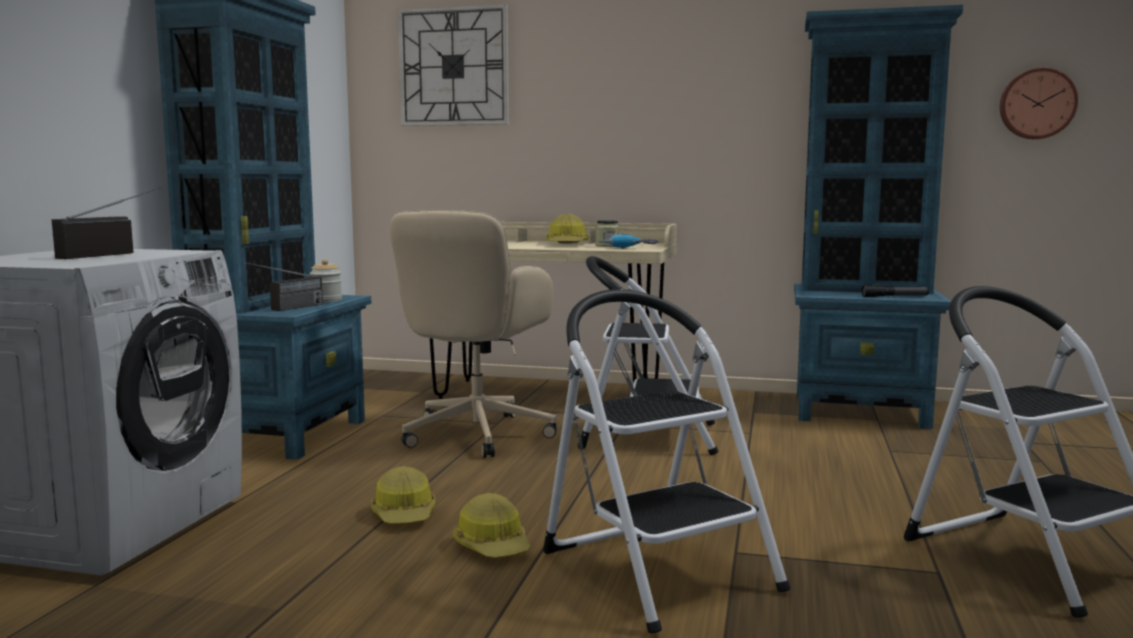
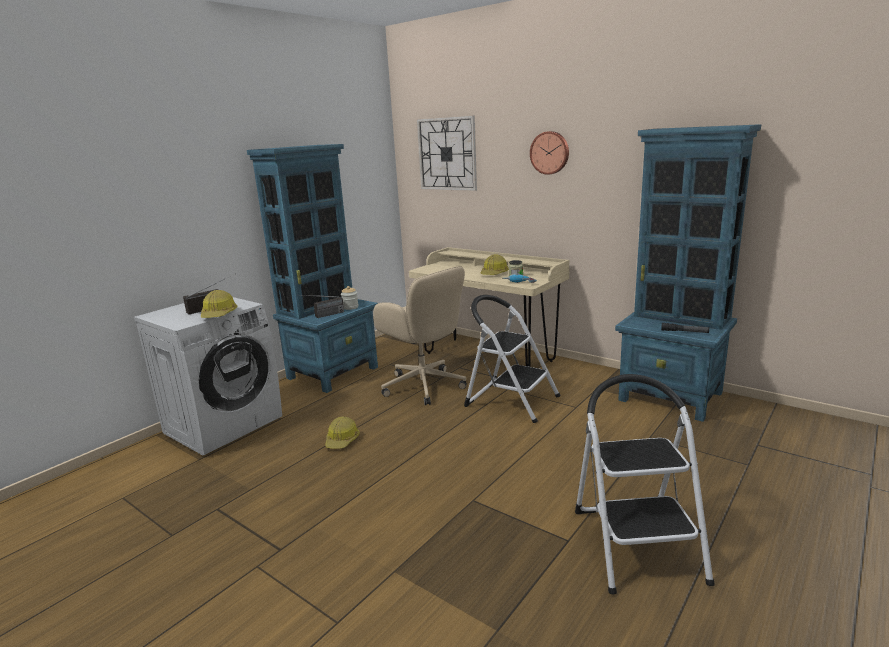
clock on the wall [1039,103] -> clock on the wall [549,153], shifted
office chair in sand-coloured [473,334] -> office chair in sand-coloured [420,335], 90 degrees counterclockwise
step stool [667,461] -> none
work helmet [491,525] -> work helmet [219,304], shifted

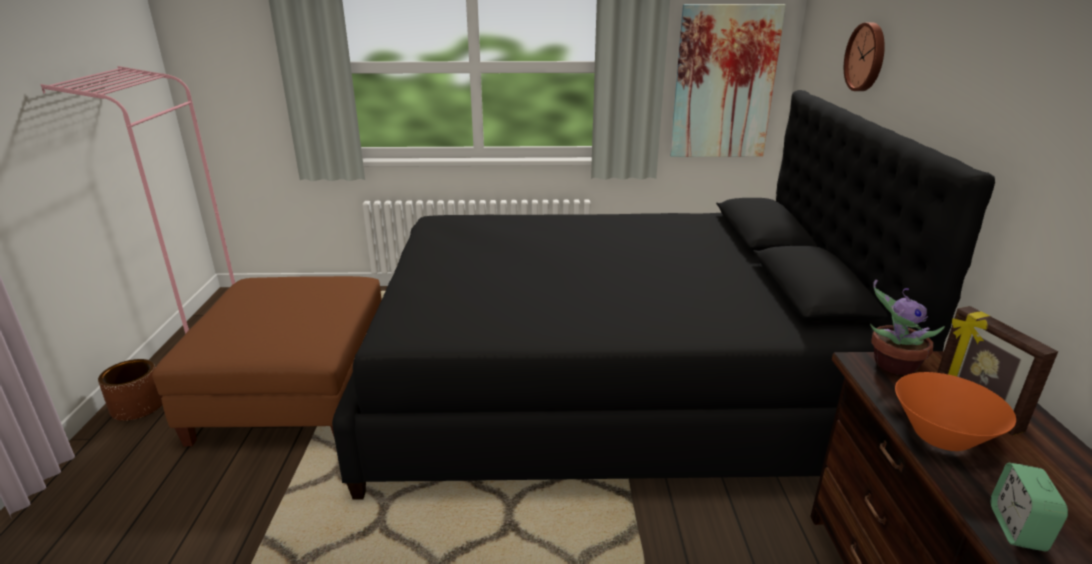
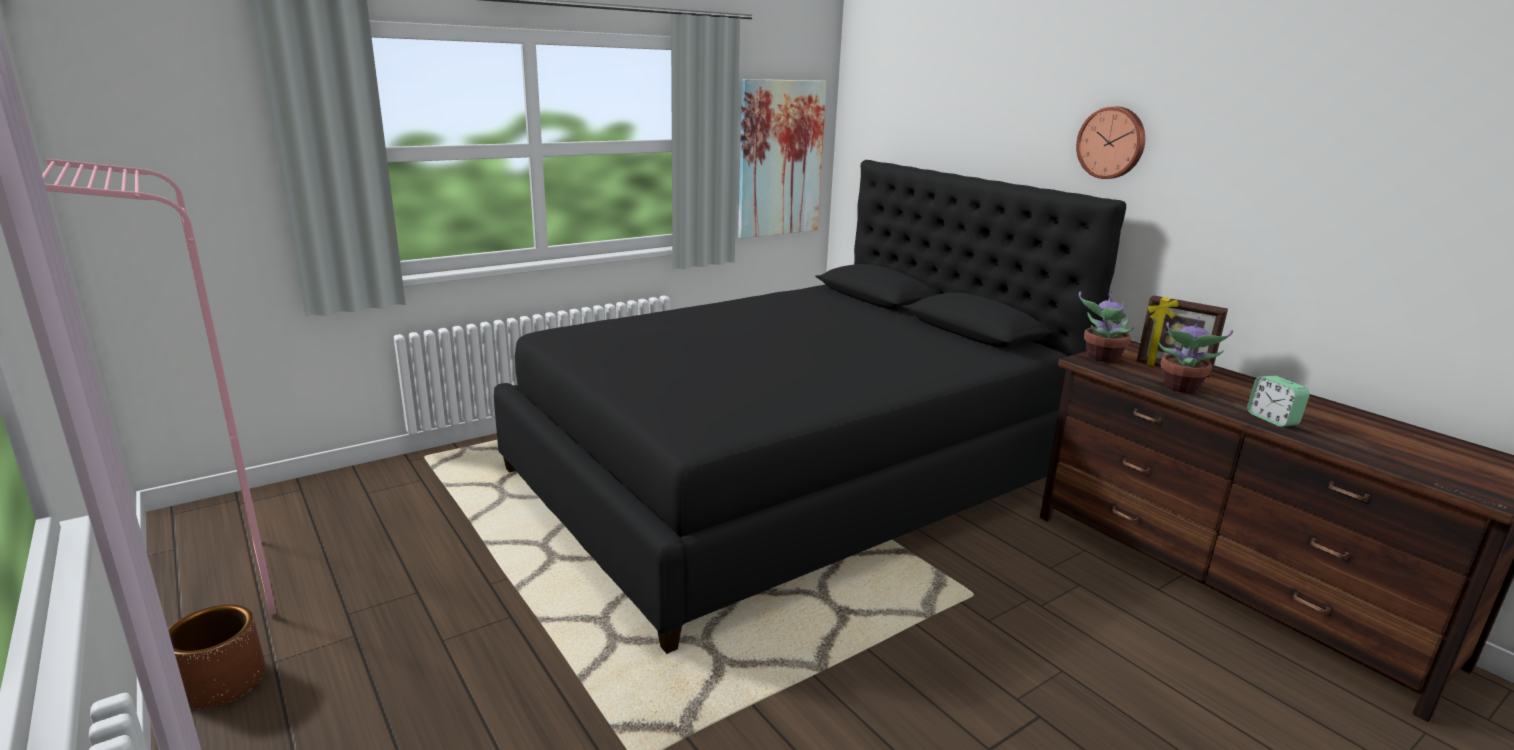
clock on the wall [864,57] -> clock on the wall [1110,142], shifted
pouffe in brown-coloured [266,361] -> none
serving bowl in orangey [955,411] -> plant in a pot [1195,354]

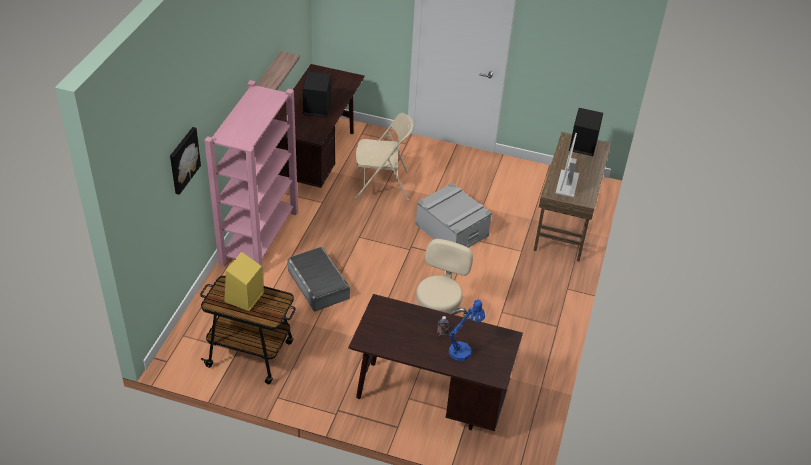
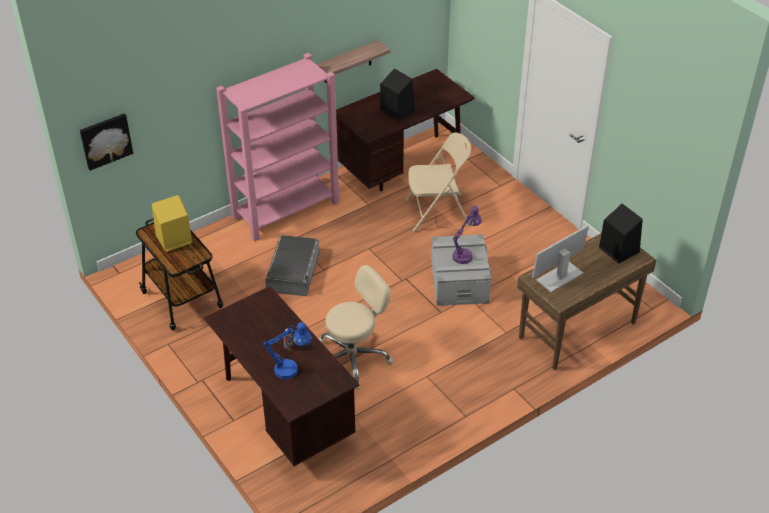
plain chair in sand-coloured [384,157] -> plain chair in sand-coloured [438,182], 45 degrees counterclockwise
picture [185,161] -> picture [106,142], shifted
none -> lamp for a table in purple-coloured [467,235]

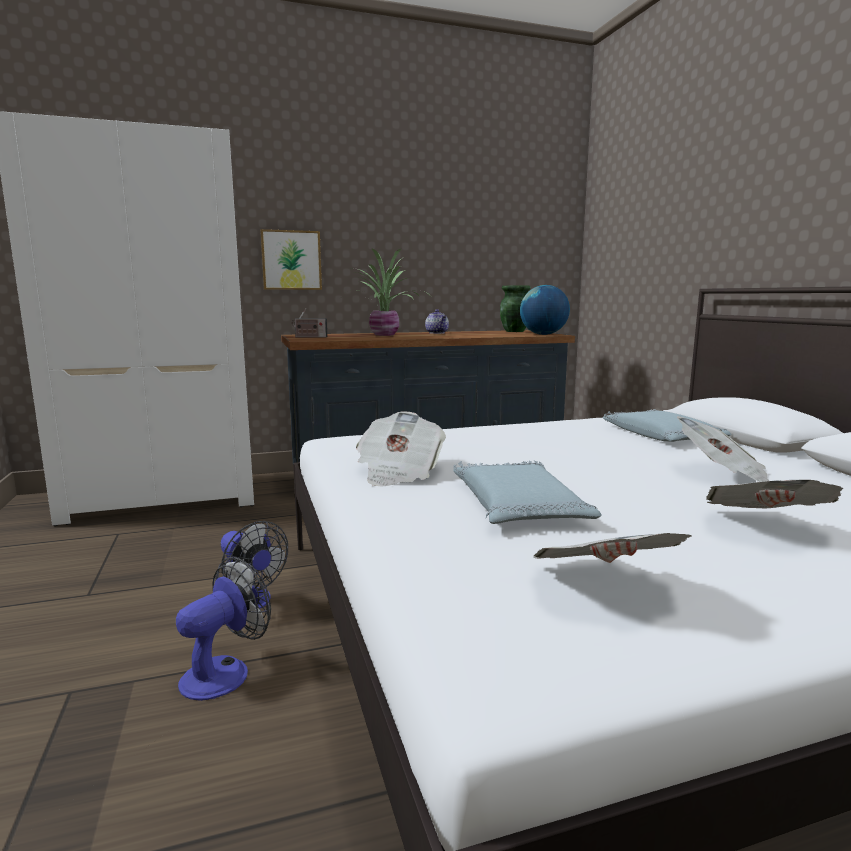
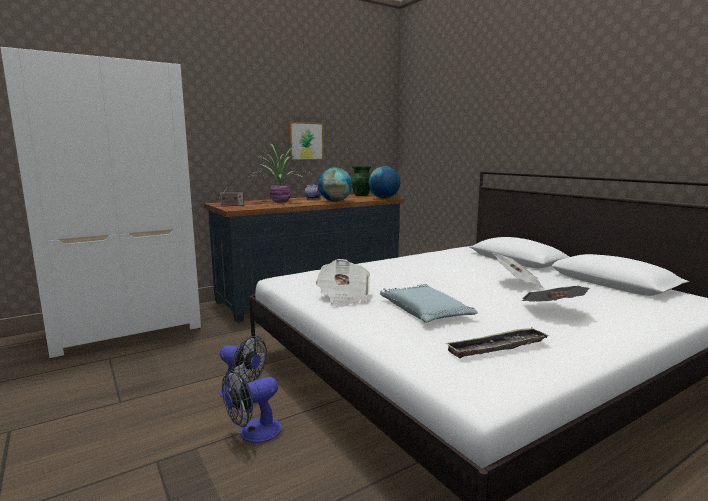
picture [291,259] -> picture [306,141], shifted
throw pillow in blue-coloured [667,425] -> none
printed paper [612,548] -> tray [498,342]
cooling fan [223,629] -> cooling fan [252,406], 150 degrees counterclockwise
none -> globe [335,184]

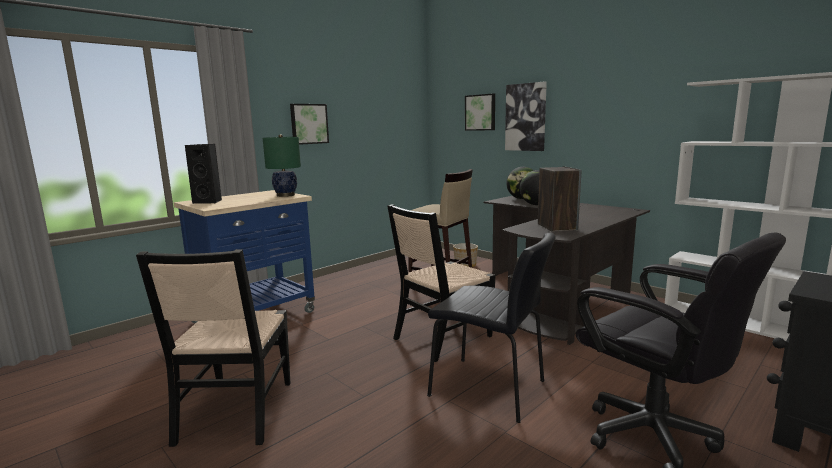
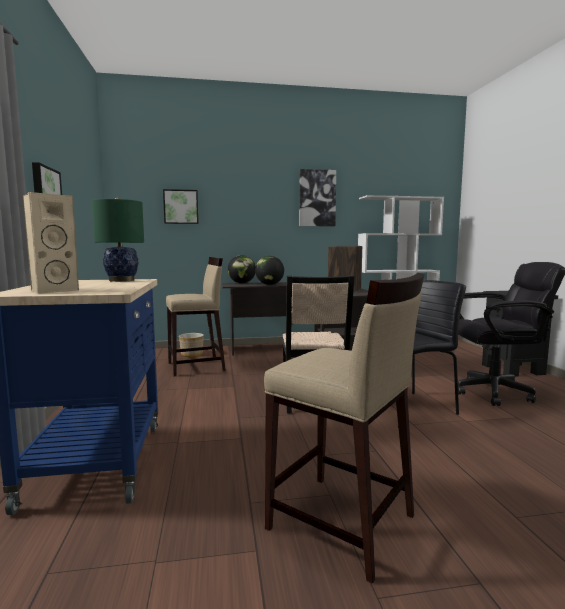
picture [526,116] -> picture [317,197], shifted
audio speaker in black-coloured [203,174] -> audio speaker in sand-coloured [51,243]
plain chair [213,348] -> sitting stool in sand-coloured [344,428]

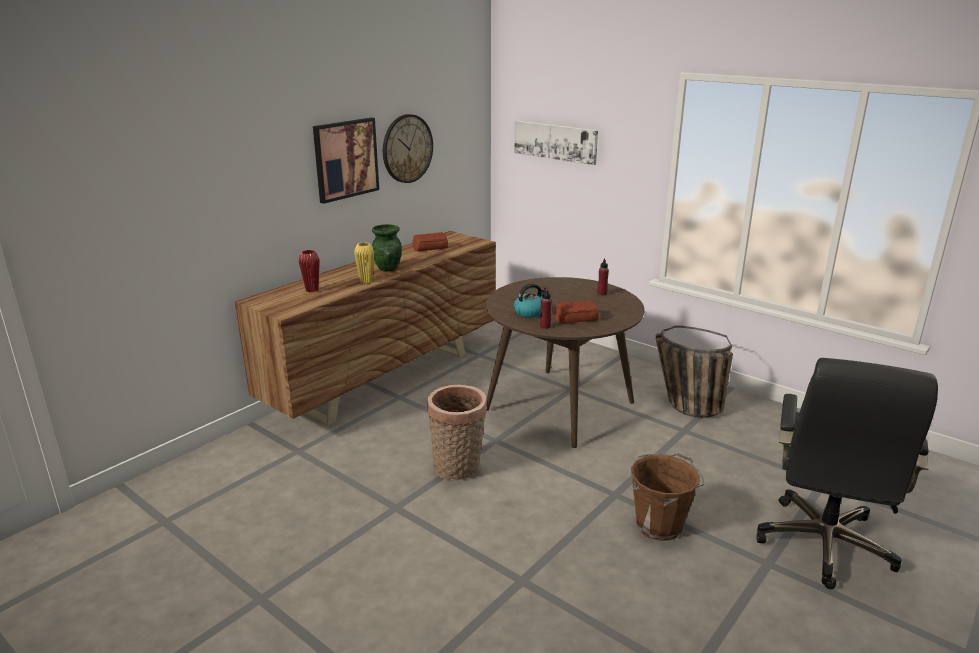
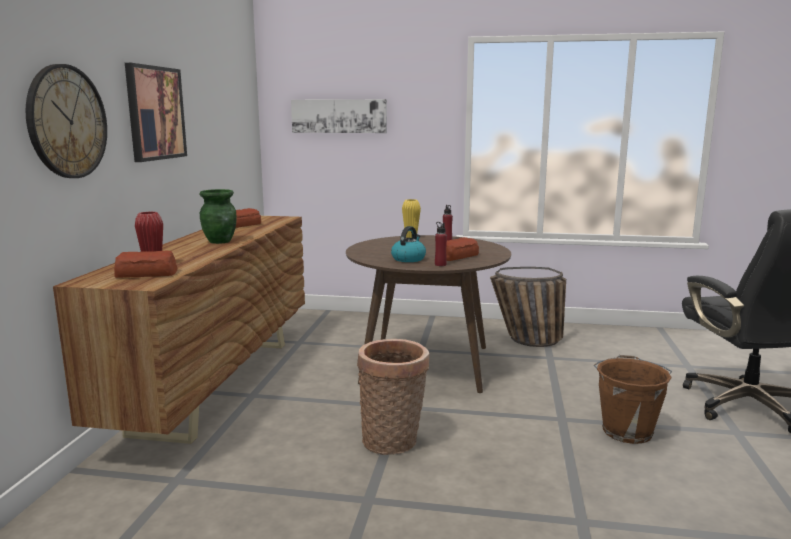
clock on the wall [408,148] -> clock on the wall [66,121], shifted
vase in yellowish [364,263] -> vase in yellowish [411,218], shifted
none -> bread [145,264]

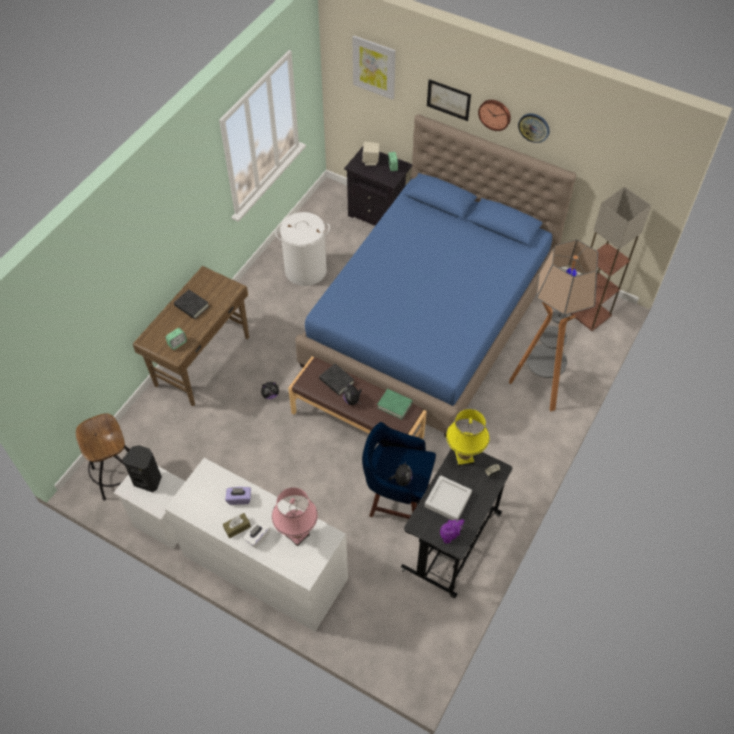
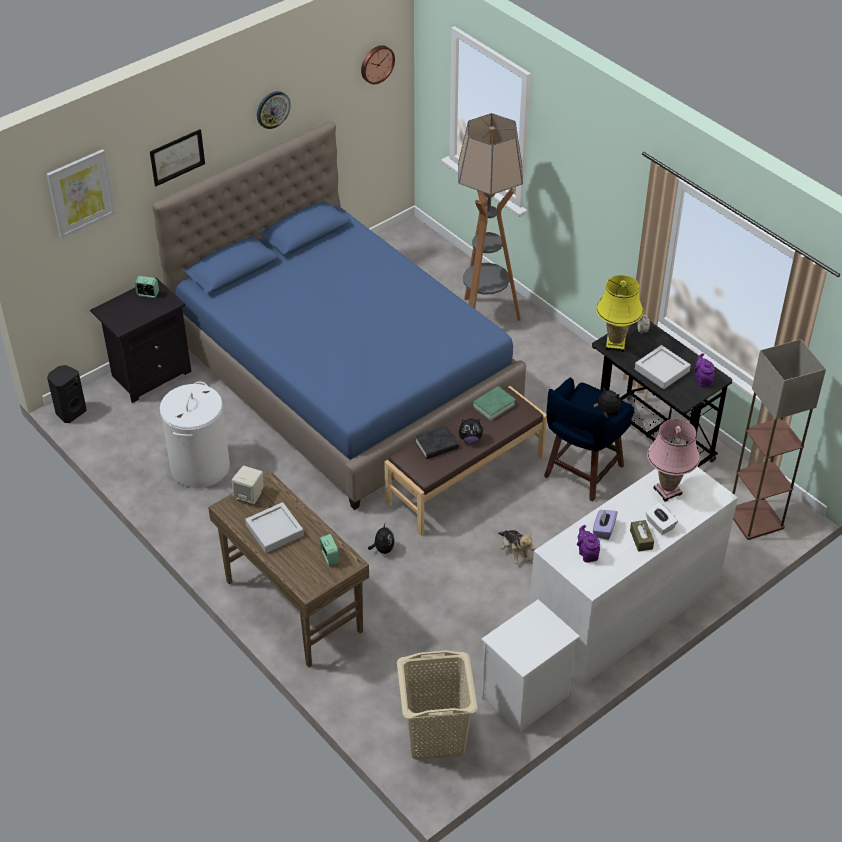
clock on the wall [494,115] -> clock on the wall [378,64], shifted
audio speaker in sand-coloured [371,153] -> audio speaker in sand-coloured [248,485], shifted
standard lamp [611,259] -> standard lamp [779,439], shifted
book in black-coloured [191,304] -> tray in gray [274,527]
sitting stool in brown-coloured [103,457] -> hamper in sand-coloured [437,705]
audio speaker in black-coloured [142,468] -> audio speaker in black-coloured [66,394], shifted
none -> pot for tea in purple-coloured [588,544]
none -> plush toy [516,547]

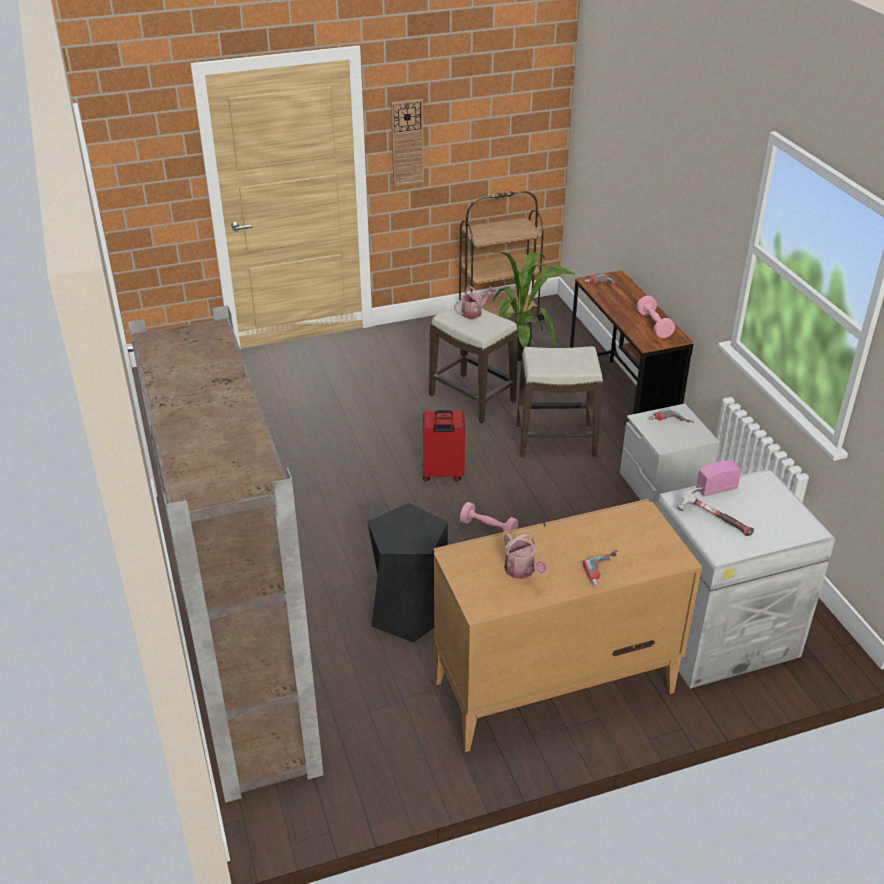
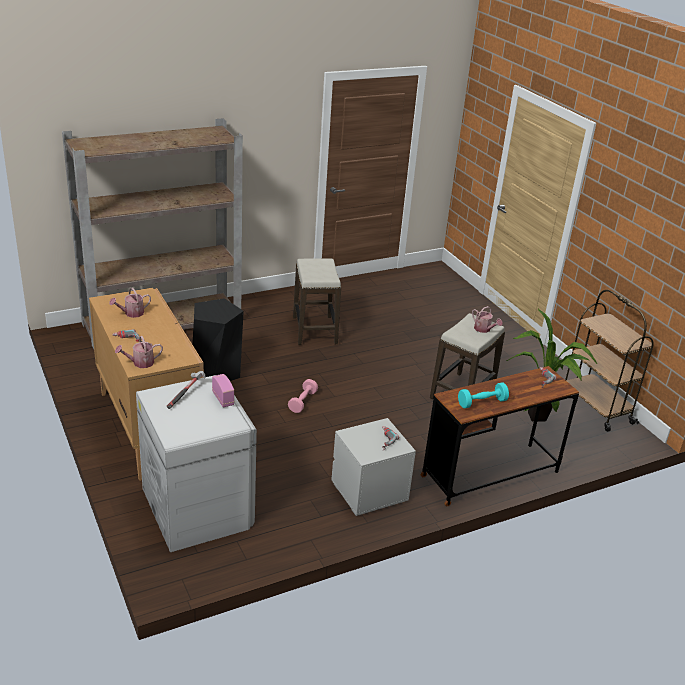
clock on the wall [407,142] -> none
hand weight in pink [656,317] -> hand weight in turquoise-coloured [483,395]
sitting stool [560,401] -> sitting stool [317,302], shifted
piece of luggage in red [444,446] -> none
none -> watering can [139,352]

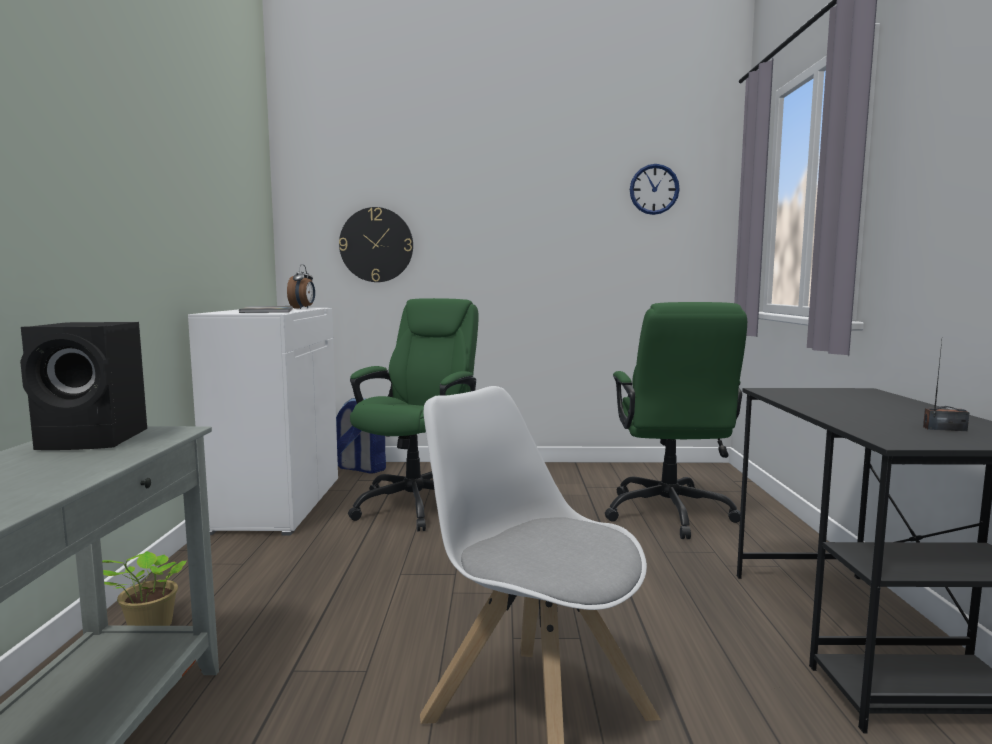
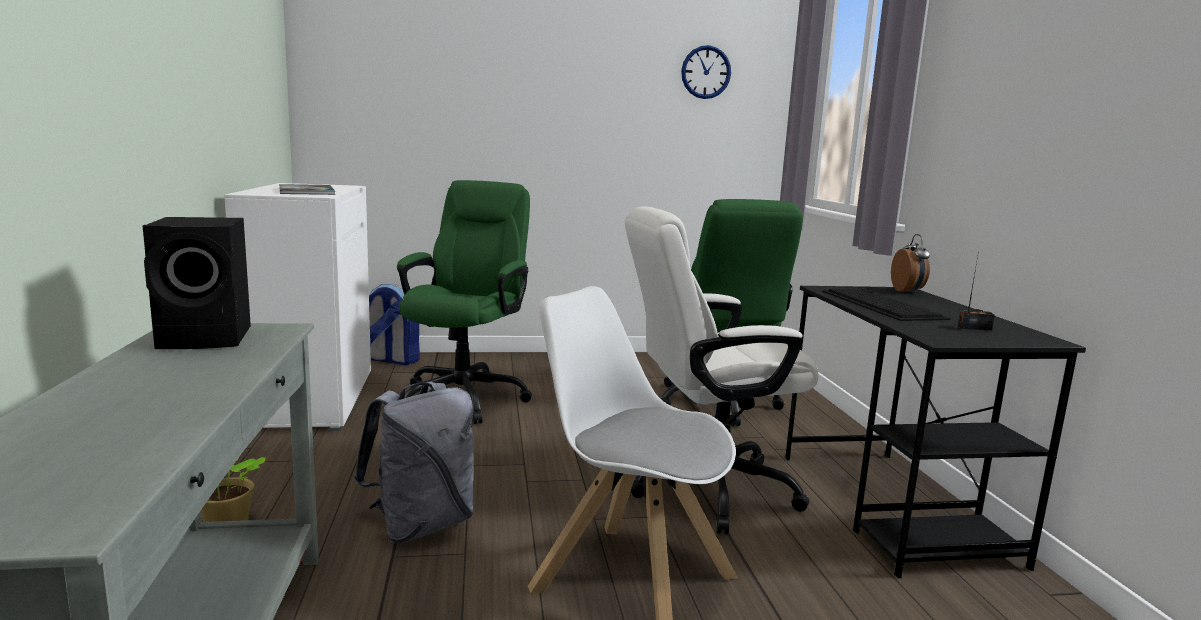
clock on the wall [376,244] -> none
table clock [301,286] -> table clock [910,264], shifted
none -> office chair in white [721,371]
none -> computer keyboard [886,305]
none -> rucksack in gray [414,462]

